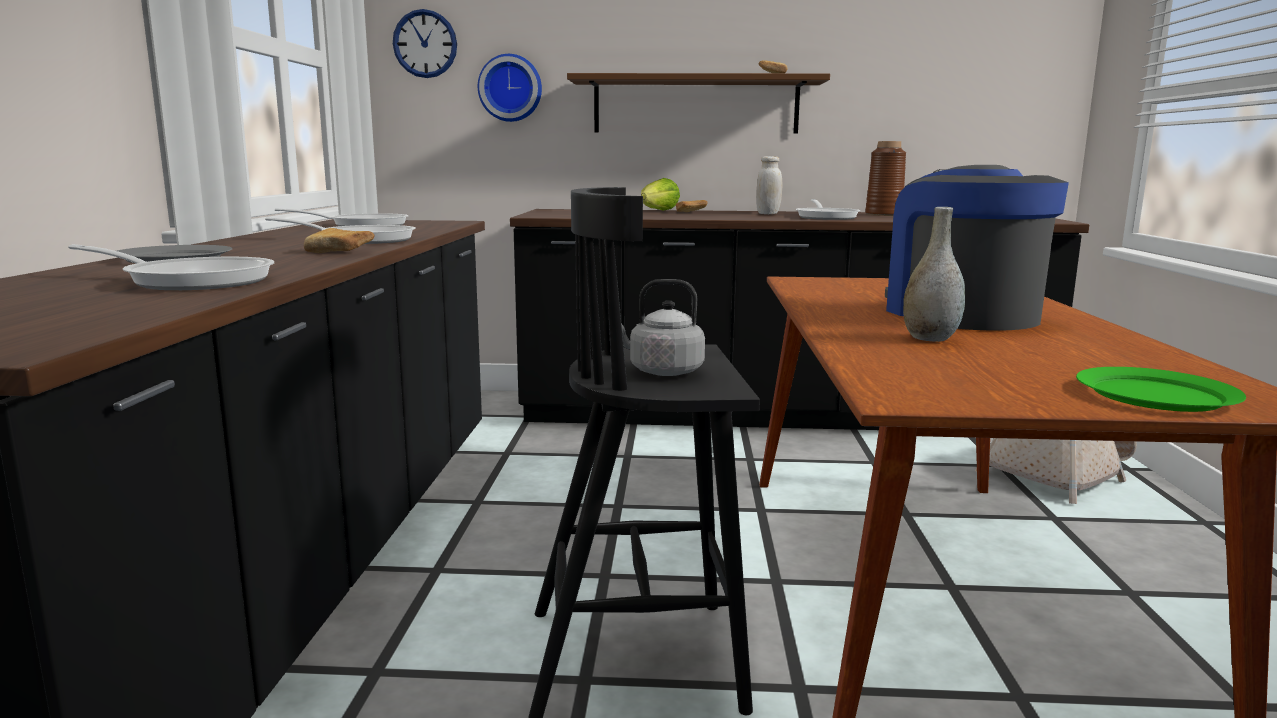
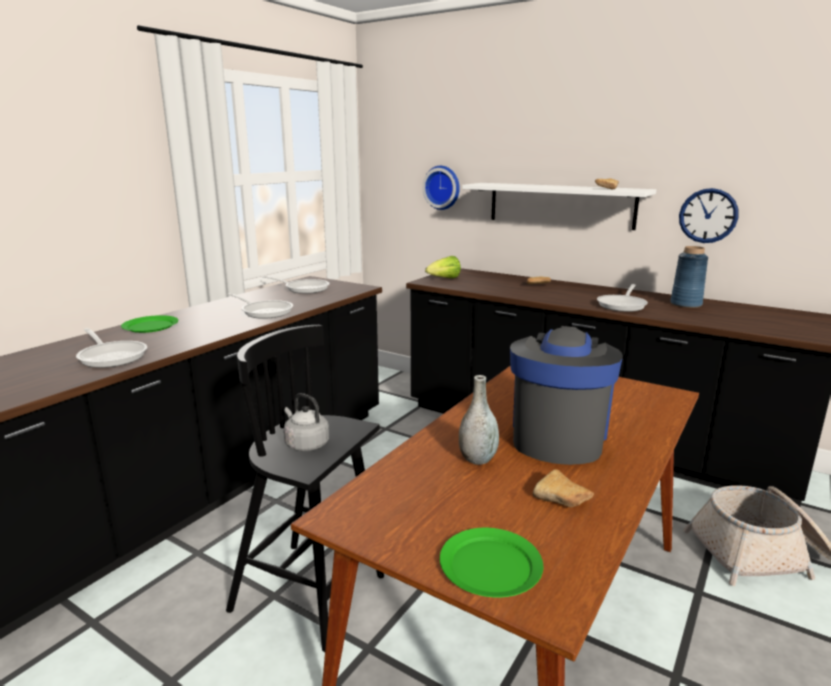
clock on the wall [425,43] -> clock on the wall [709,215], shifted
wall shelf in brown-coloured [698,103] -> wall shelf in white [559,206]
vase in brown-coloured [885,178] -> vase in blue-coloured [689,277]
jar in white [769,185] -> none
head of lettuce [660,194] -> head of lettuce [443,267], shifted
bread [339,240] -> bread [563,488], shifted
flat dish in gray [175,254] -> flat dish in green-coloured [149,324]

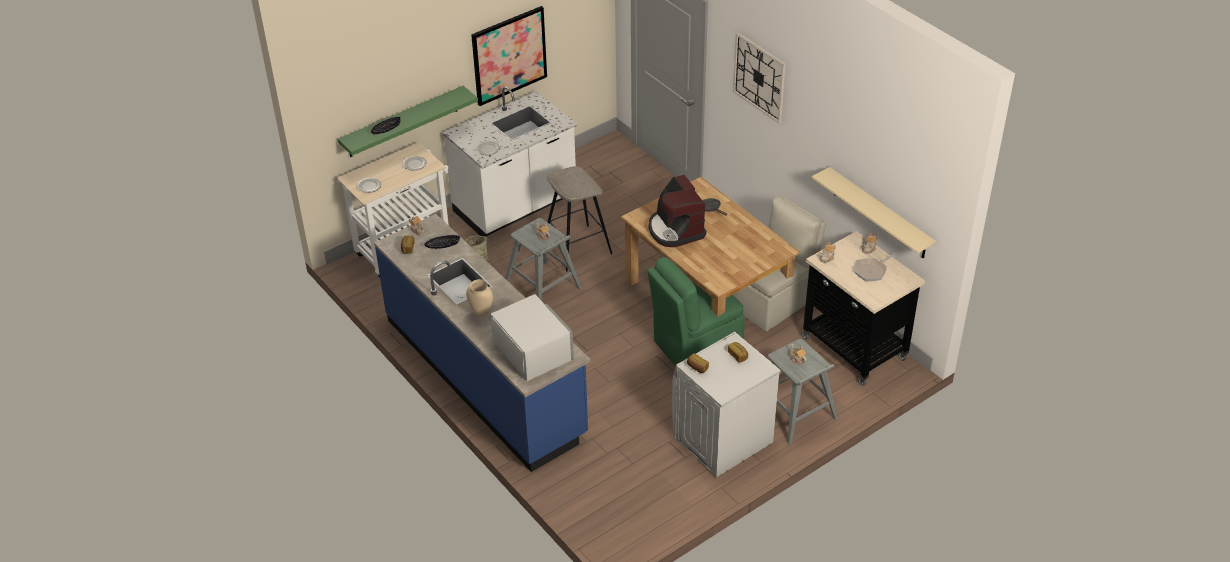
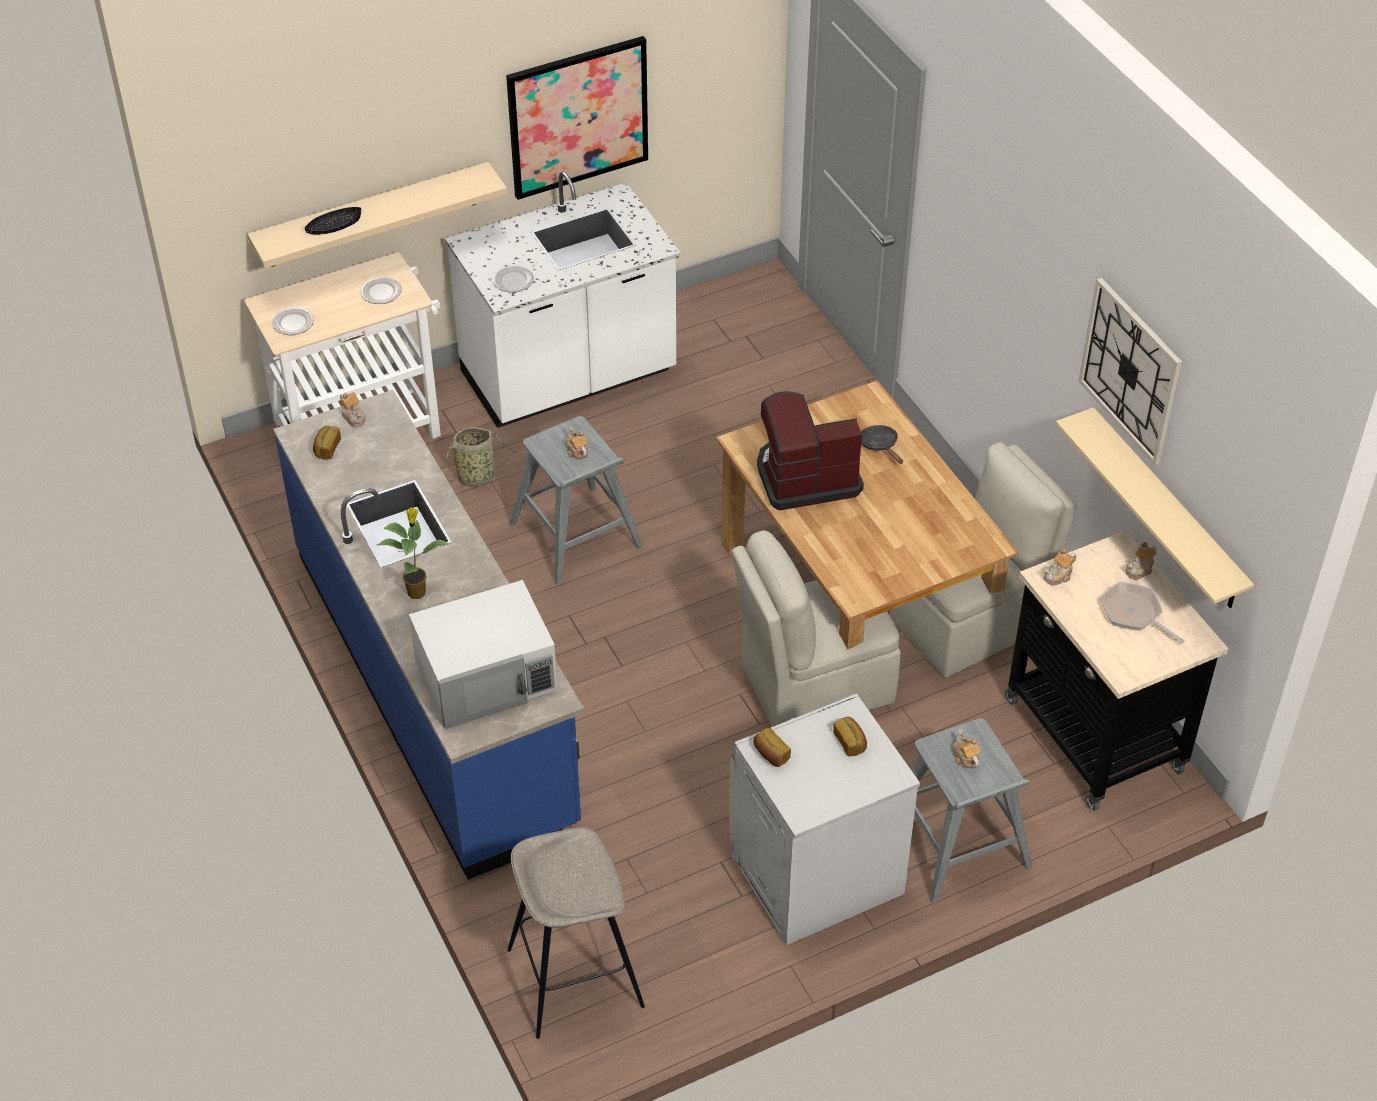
clock on the wall [759,78] -> clock on the wall [1130,371], shifted
wall shelf in green-coloured [408,121] -> wall shelf in sand-coloured [377,215]
sitting stool in gray [579,218] -> sitting stool in gray [576,933], shifted
coffee maker [677,211] -> coffee maker [810,450], 90 degrees clockwise
serving bowl in black-coloured [442,242] -> none
frying pan [875,267] -> frying pan [1142,612], 75 degrees clockwise
plain chair in green-coloured [696,311] -> plain chair in sand-coloured [816,628]
vase in sand-coloured [479,298] -> plant in a pot [413,553]
microwave oven in white [532,337] -> microwave oven in white [483,655], 90 degrees clockwise

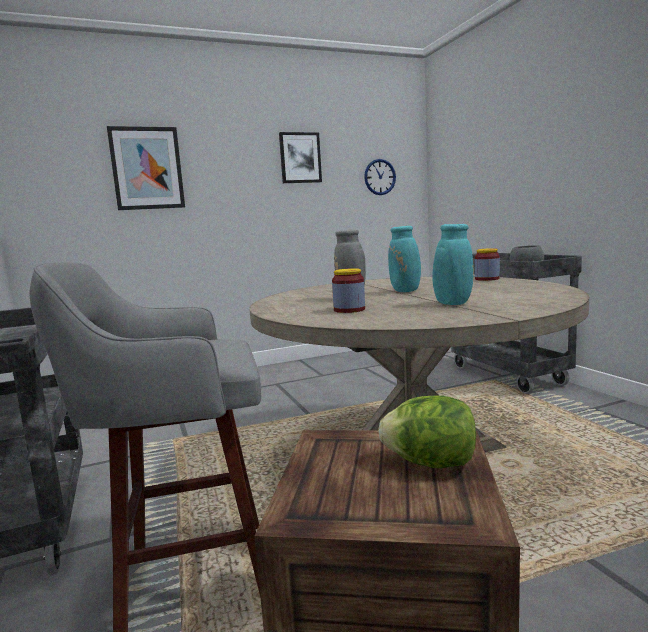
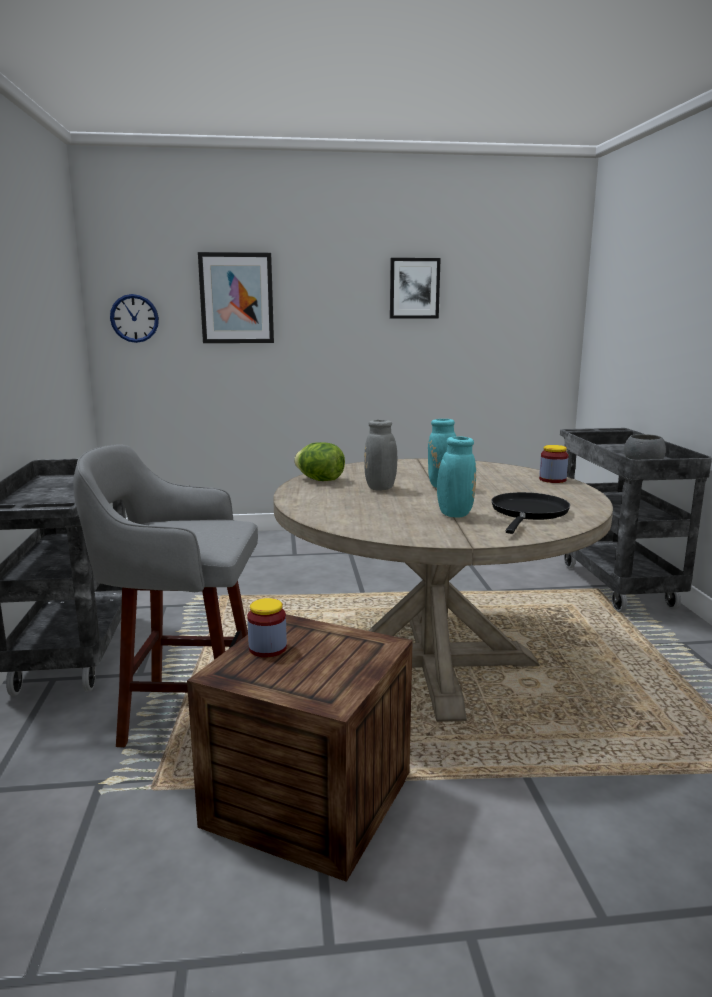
clock on the wall [380,177] -> clock on the wall [134,318], shifted
jar [348,290] -> jar [267,627], shifted
head of lettuce [427,432] -> head of lettuce [319,461], shifted
none -> frying pan in black-coloured [530,513]

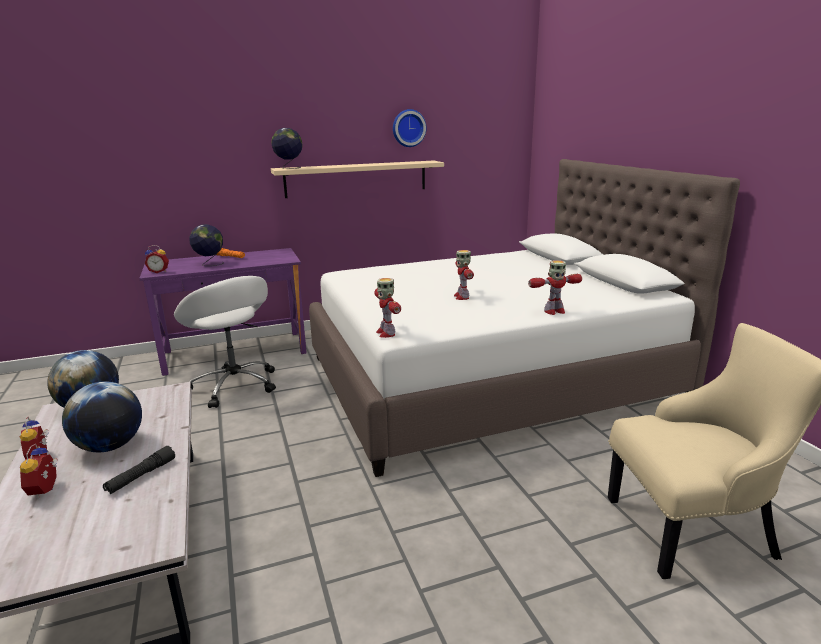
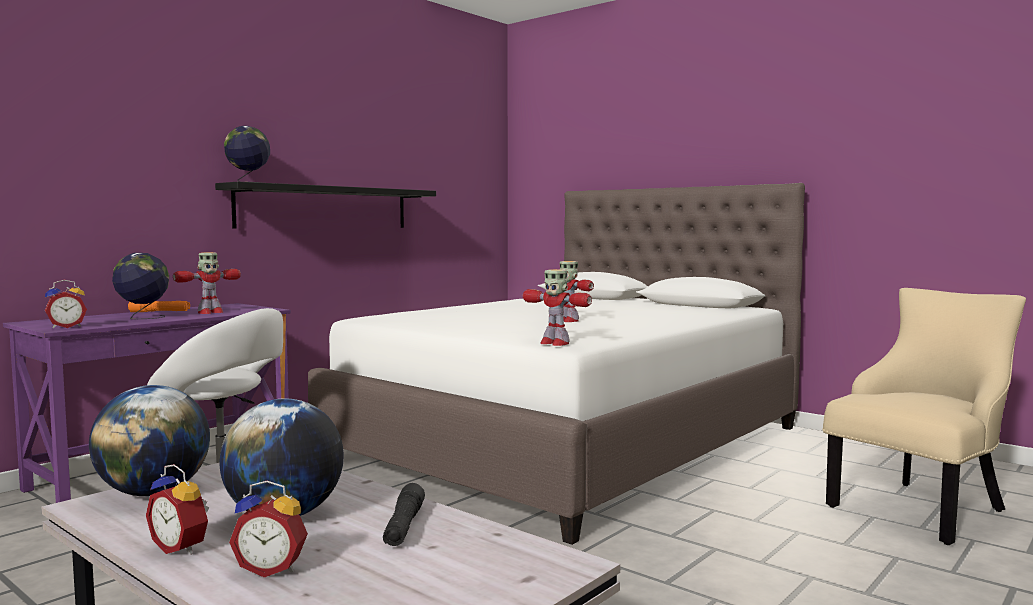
clock on the wall [410,128] -> none
wall shelf in sand-coloured [357,179] -> wall shelf in black-coloured [325,205]
toy robot [555,287] -> toy robot [207,283], shifted
table clock [38,471] -> table clock [268,529], 45 degrees counterclockwise

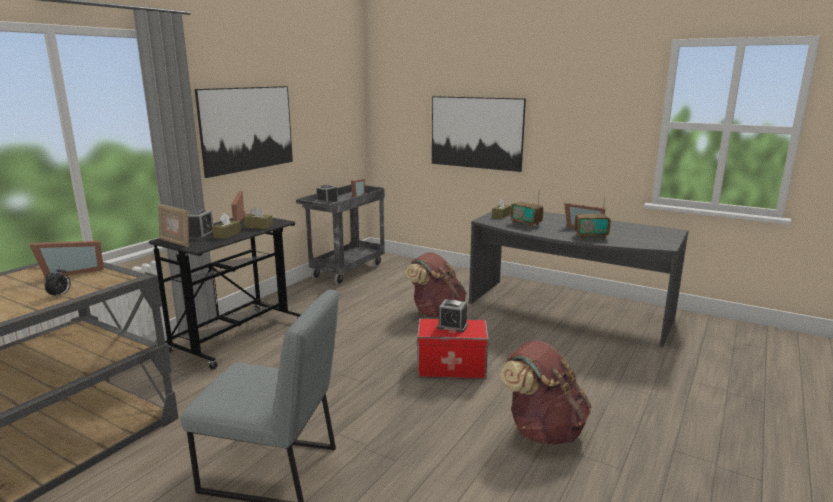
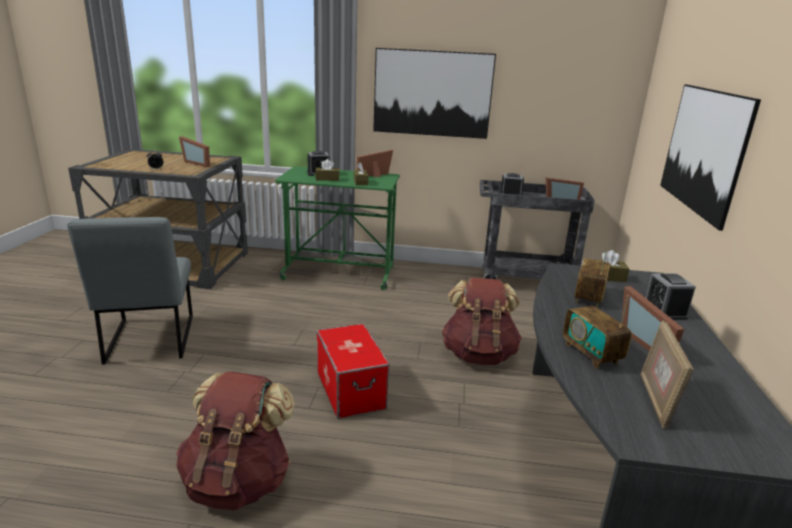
picture frame [173,225] -> picture frame [667,375], shifted
desk in black-coloured [225,291] -> desk in green-coloured [337,228]
table clock [452,315] -> table clock [671,296], shifted

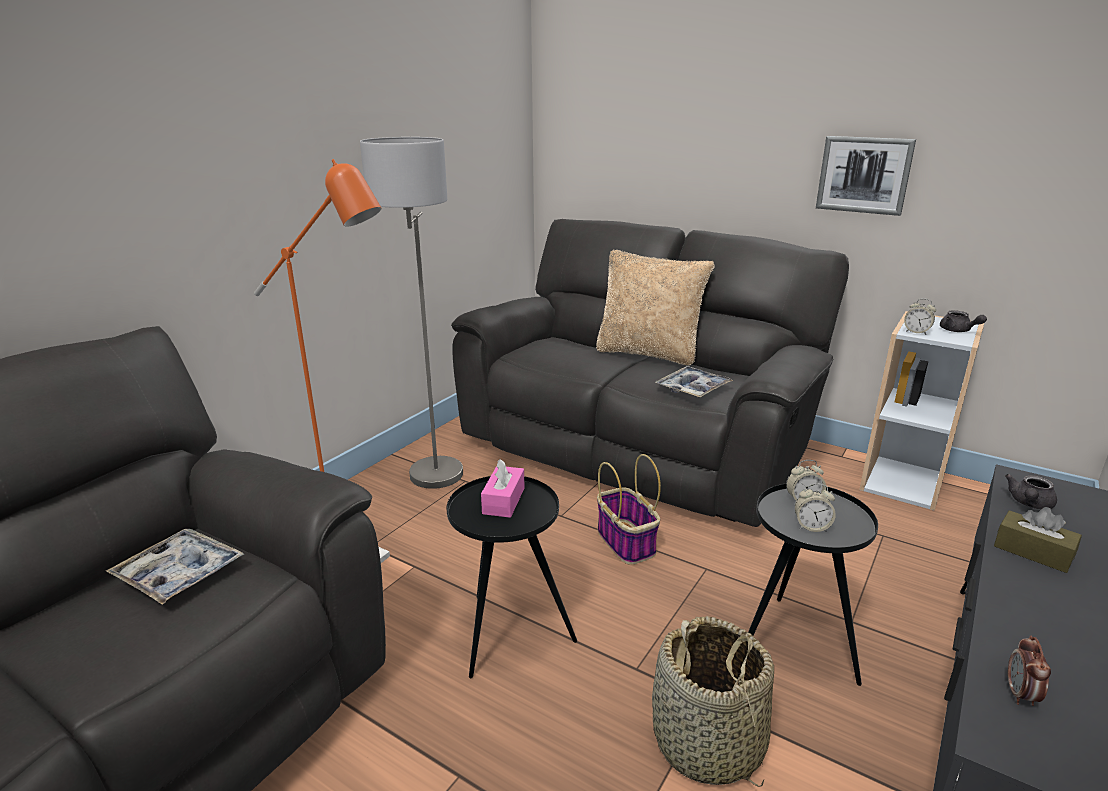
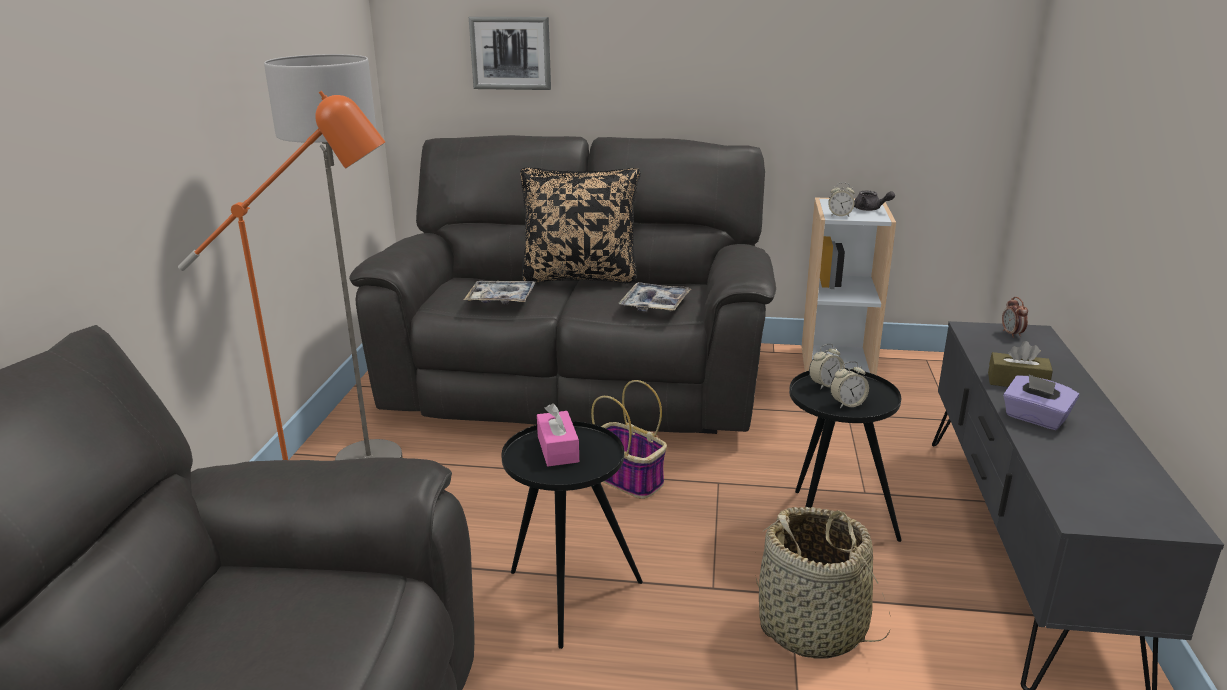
picture [866,176] -> picture [510,53], shifted
throw pillow in sand-coloured [655,307] -> throw pillow in black-coloured [580,225]
pot for tea in gray [1031,491] -> none
tray [175,566] -> tray [499,293], shifted
table clock [1029,671] -> table clock [1015,317], shifted
none -> tissue holder in purple-coloured [1041,402]

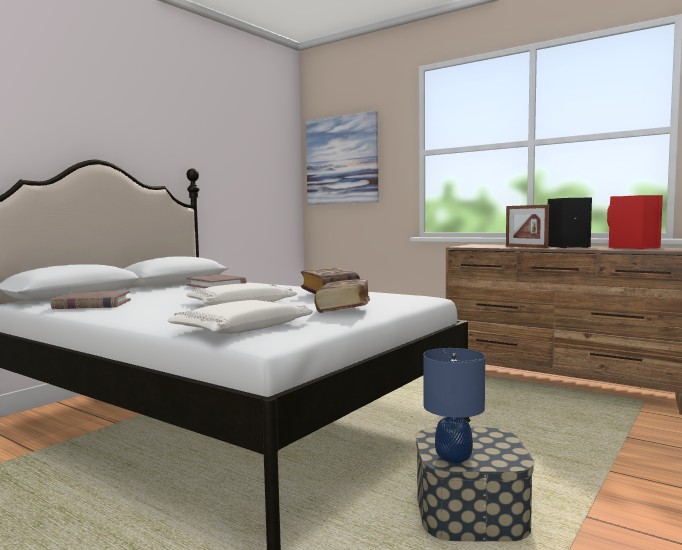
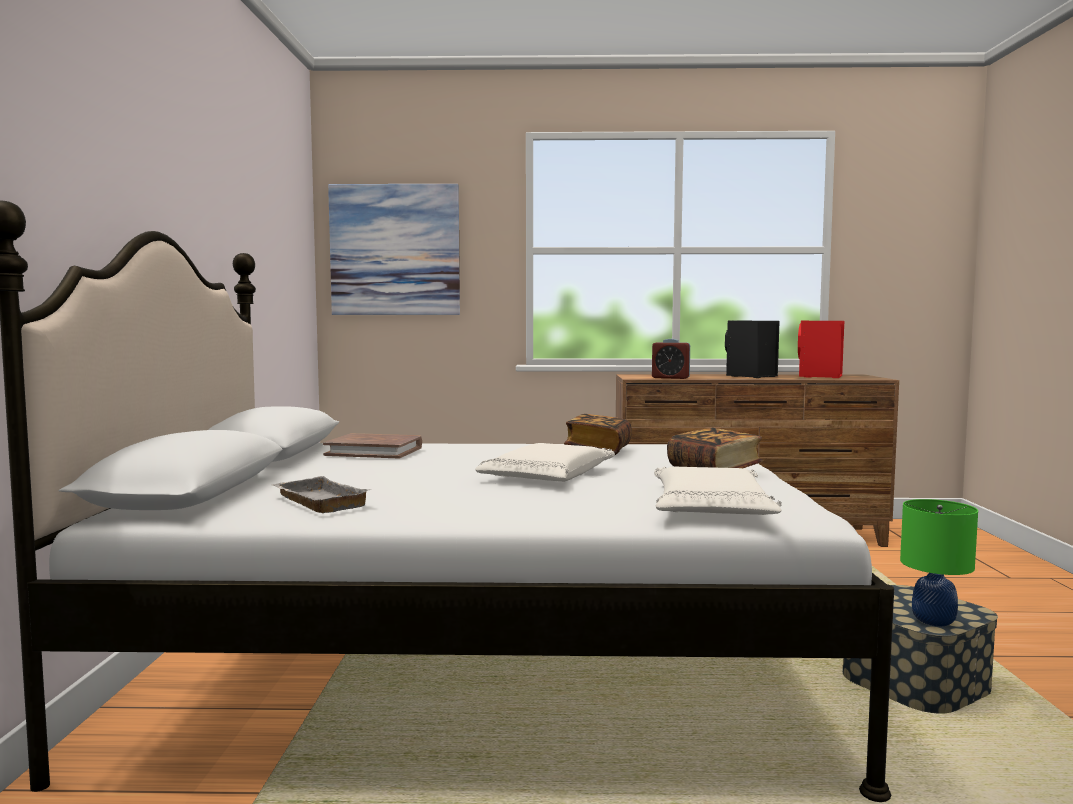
picture frame [527,226] -> none
book in brown-coloured [91,300] -> tray in gray [321,494]
lamp for a table in blue-coloured [454,405] -> lamp for a table in green-coloured [939,563]
none -> table clock [671,359]

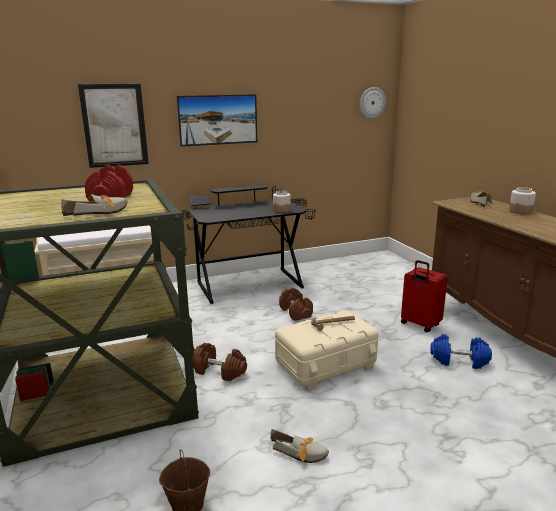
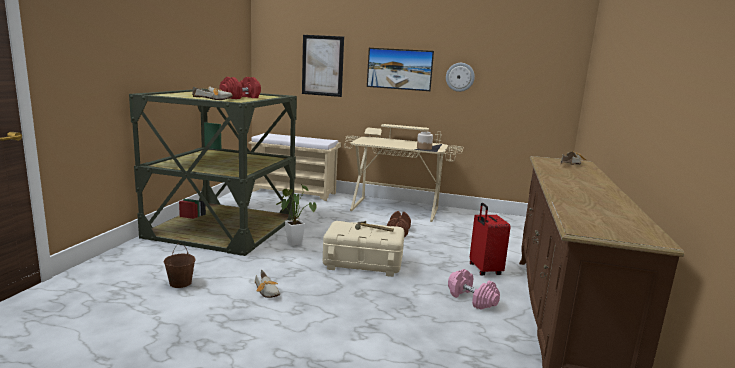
clock on the wall [373,103] -> clock on the wall [460,77], shifted
desk in black-coloured [248,244] -> desk in sand-coloured [403,173]
jar [522,200] -> none
hand weight in blue-coloured [461,351] -> hand weight in pink [474,289]
hand weight in brown-coloured [219,362] -> plant in a pot [296,215]

